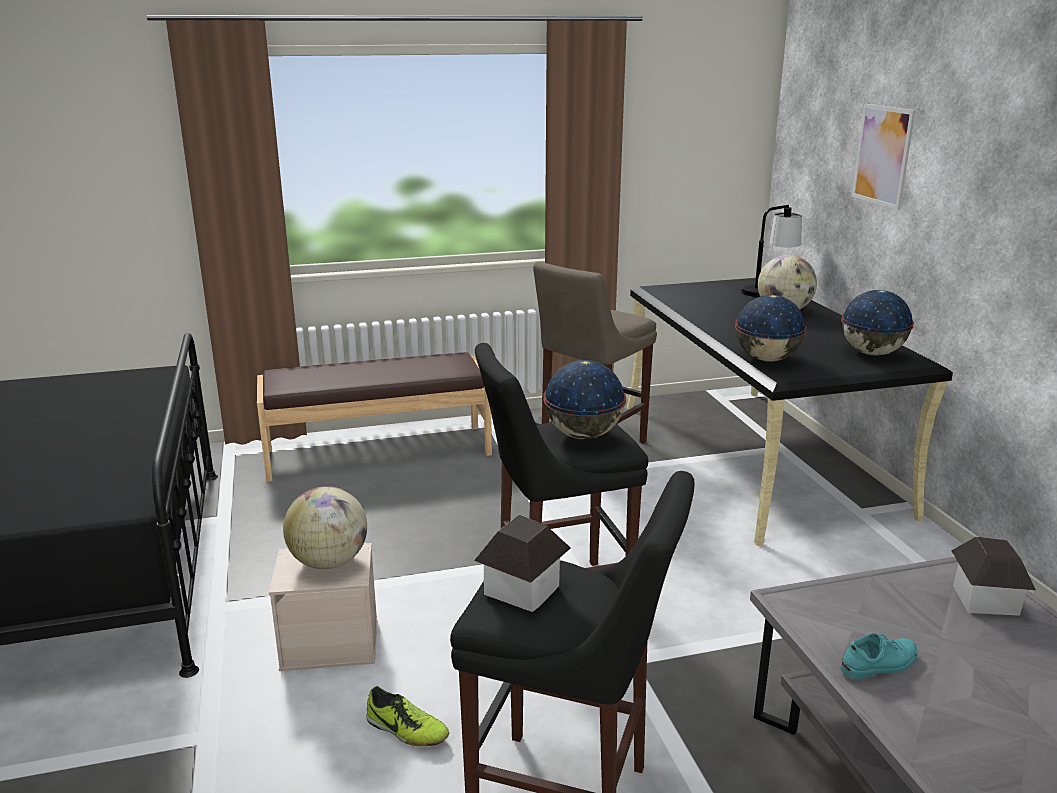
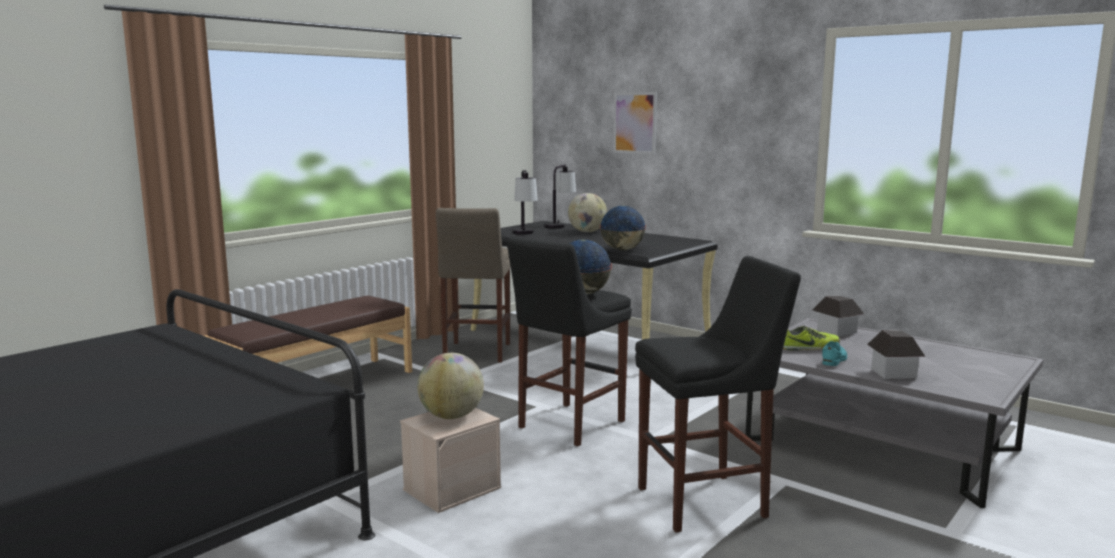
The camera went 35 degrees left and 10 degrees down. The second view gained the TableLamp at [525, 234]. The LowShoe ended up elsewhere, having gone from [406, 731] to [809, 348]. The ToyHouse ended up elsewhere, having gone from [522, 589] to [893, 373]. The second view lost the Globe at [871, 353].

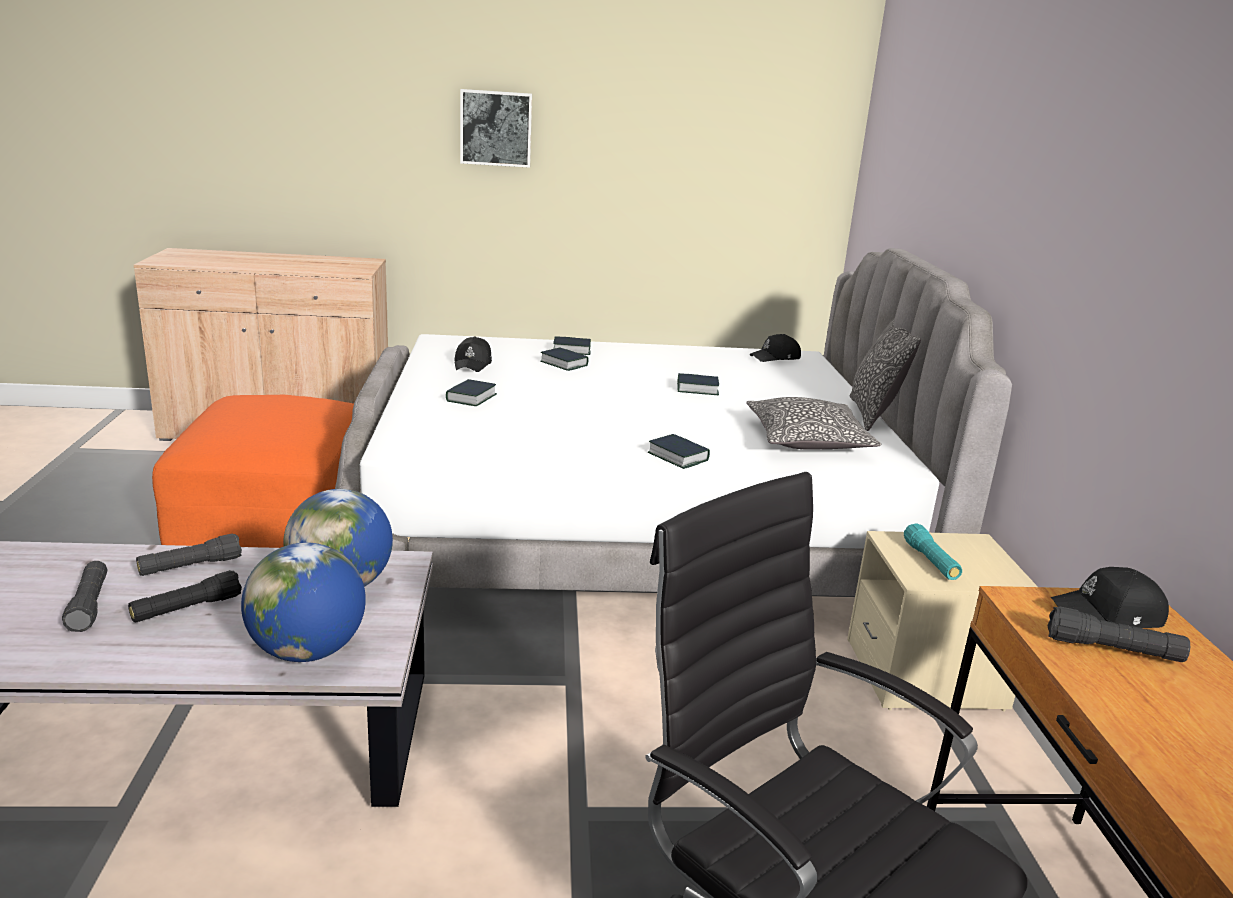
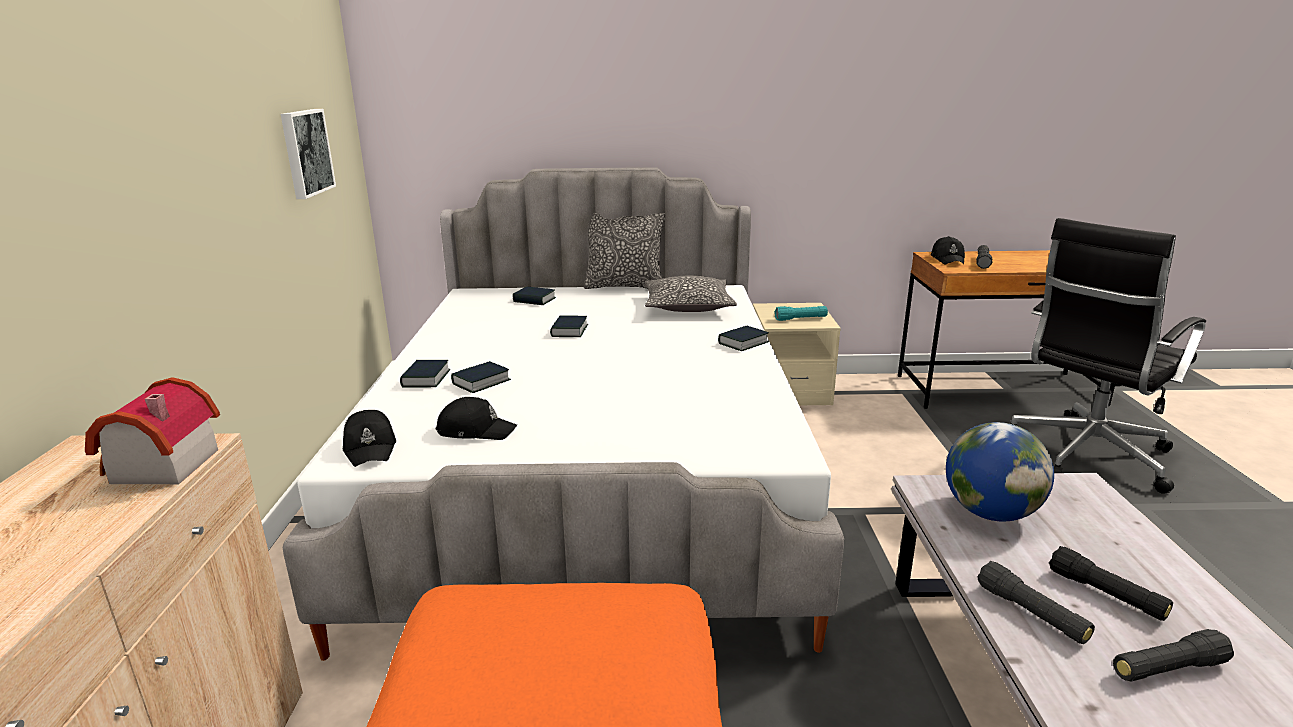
The camera went 85 degrees left and 0 degrees up. The second view gained the ToyHouse at [158, 467]. The Picture ended up elsewhere, having gone from [496, 128] to [305, 152]. The BlackCap ended up elsewhere, having gone from [776, 358] to [371, 447]. The Volume ended up elsewhere, having gone from [471, 398] to [534, 300]. The second view lost the Globe at [308, 651].

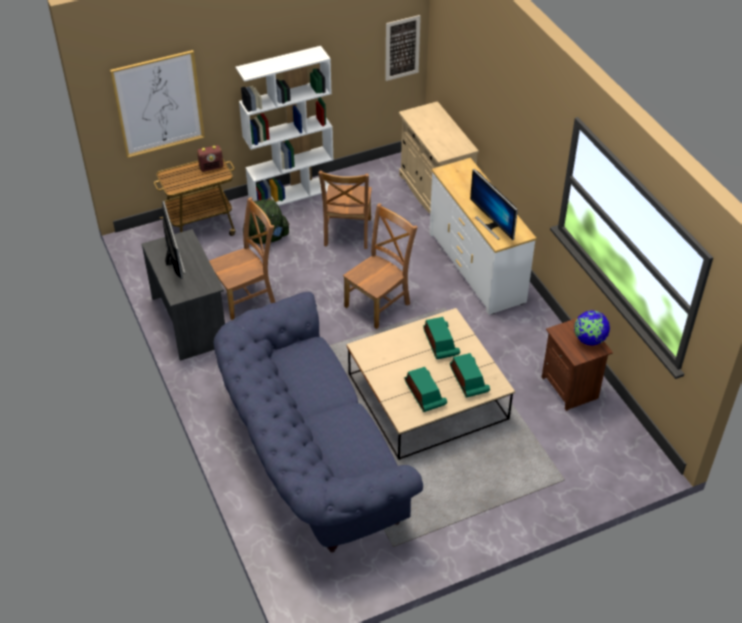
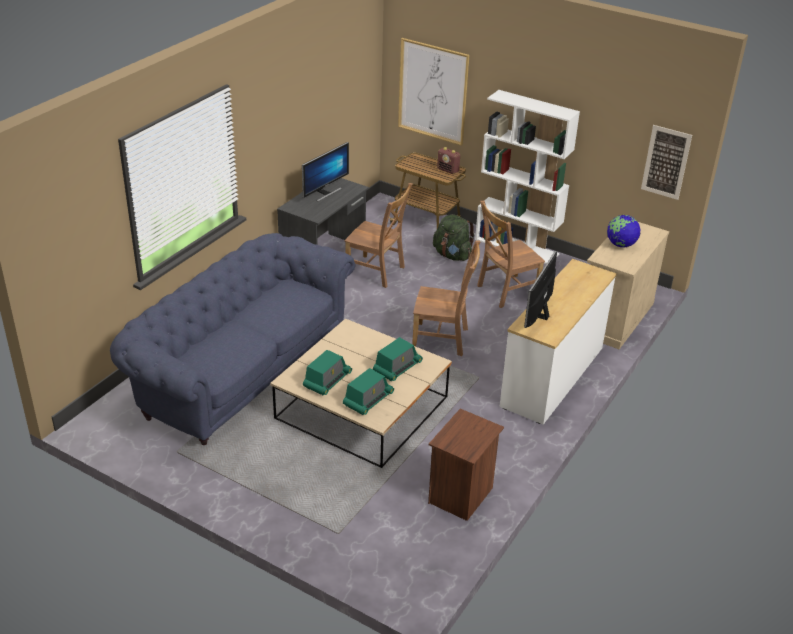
The camera went 55 degrees right and 10 degrees down. The Globe ended up elsewhere, having gone from [589, 340] to [620, 245].

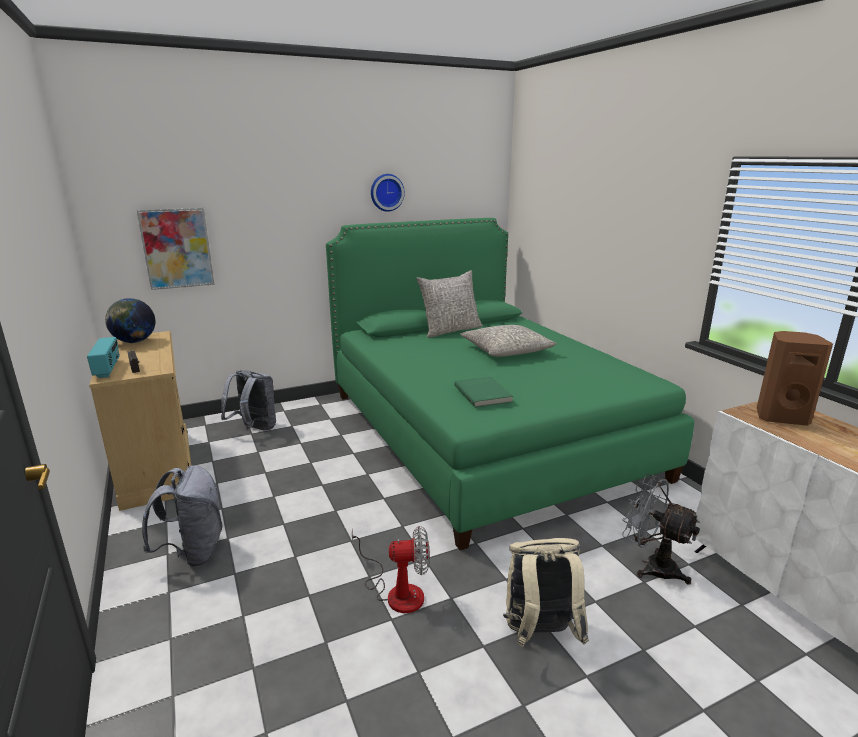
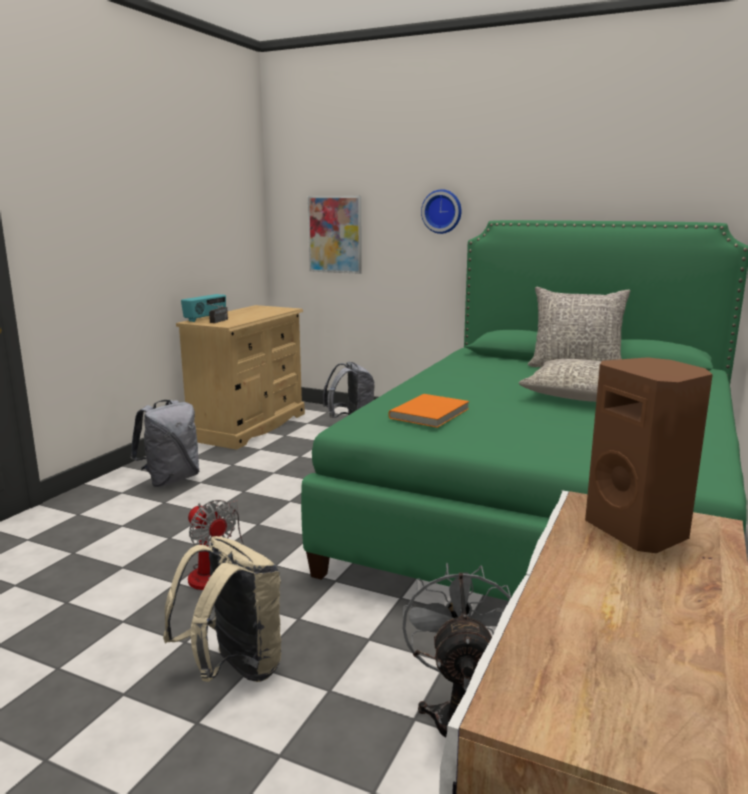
The camera went 50 degrees right and 5 degrees down. What was the GreenColouredVolume at [484, 394] turned into the OrangeVolume at [431, 414]. The HangingClock ended up elsewhere, having gone from [386, 192] to [442, 211]. The second view lost the Globe at [134, 342].

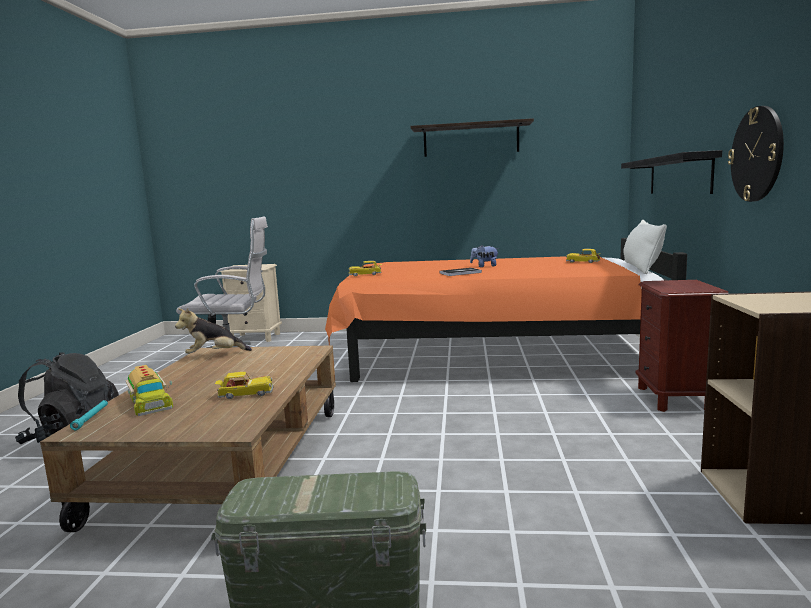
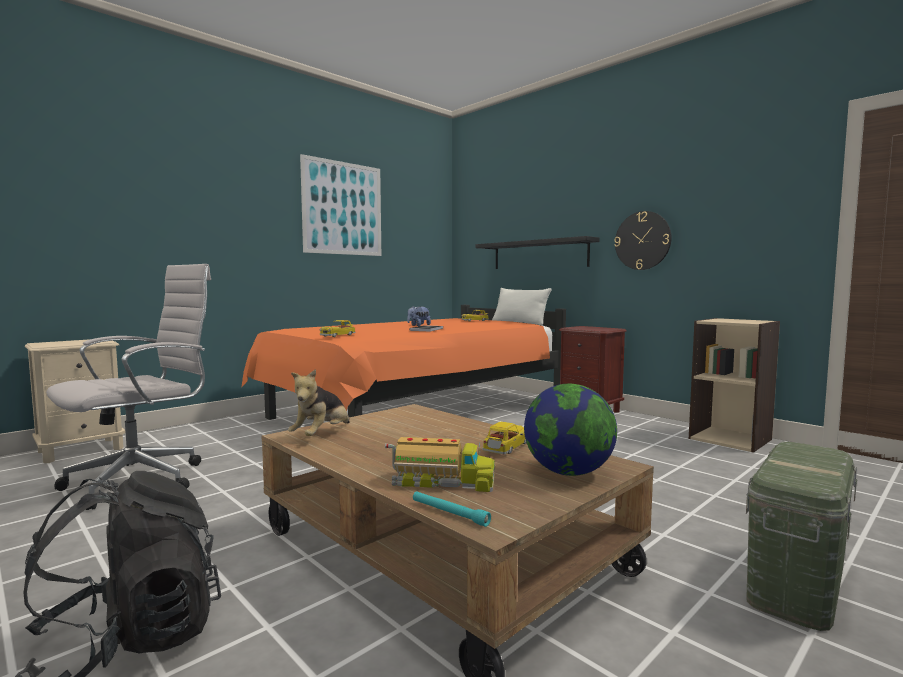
The camera went 50 degrees left and 5 degrees down. Where the Shelf hung at [471, 140], the Picture came to hang at [343, 208]. The second view gained the Globe at [568, 472].

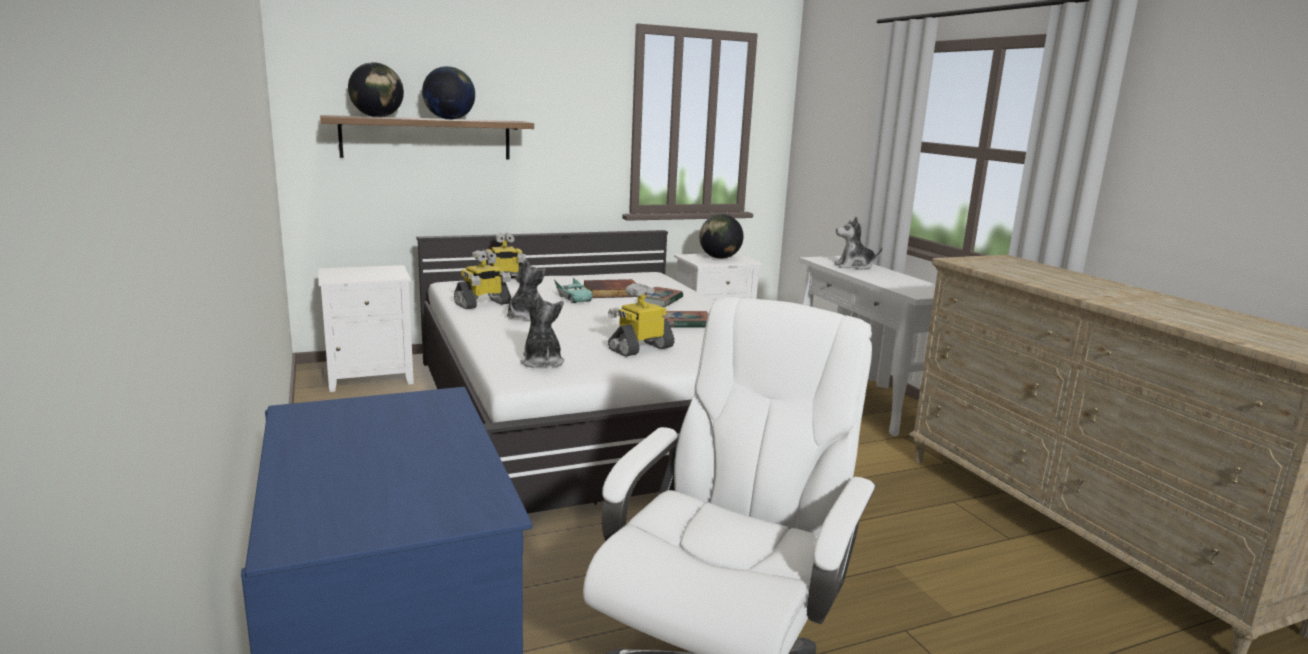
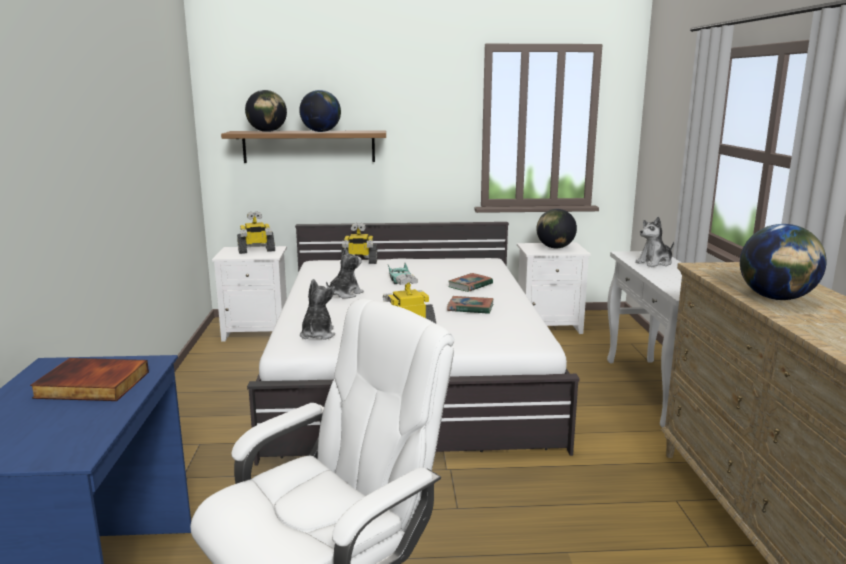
The camera went 20 degrees right and 0 degrees up. The Volume ended up elsewhere, having gone from [612, 292] to [91, 385]. The RobotFigure ended up elsewhere, having gone from [483, 304] to [256, 251]. The CuddlyToy at [854, 266] ended up facing another way, 45 degrees counterclockwise from before. The second view gained the Globe at [776, 298].

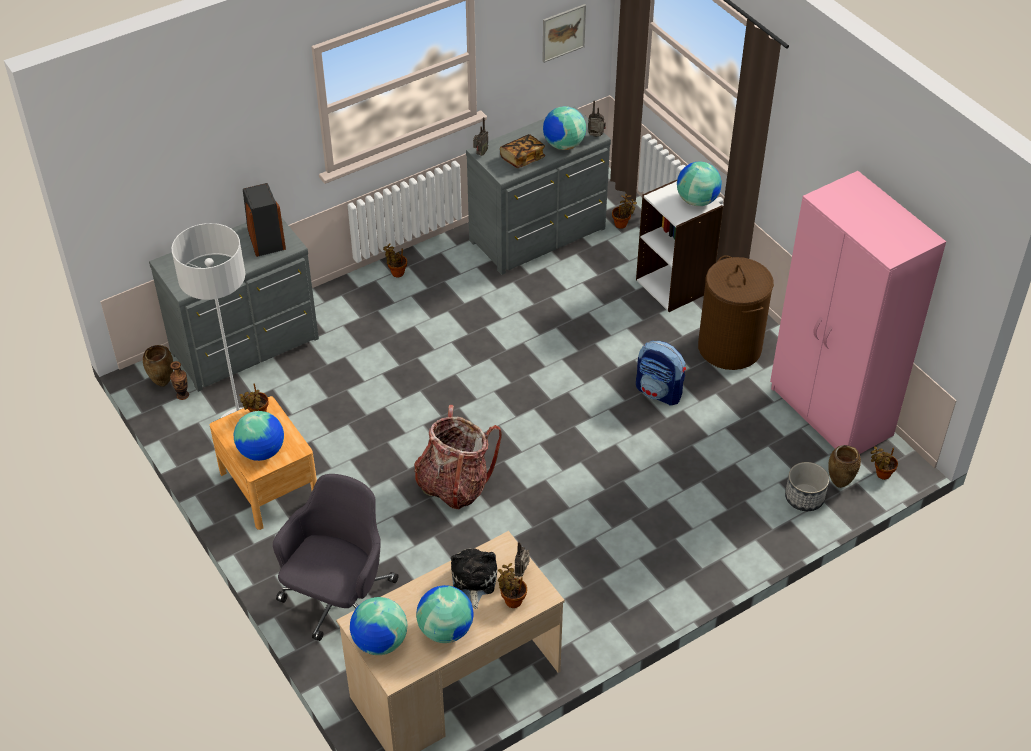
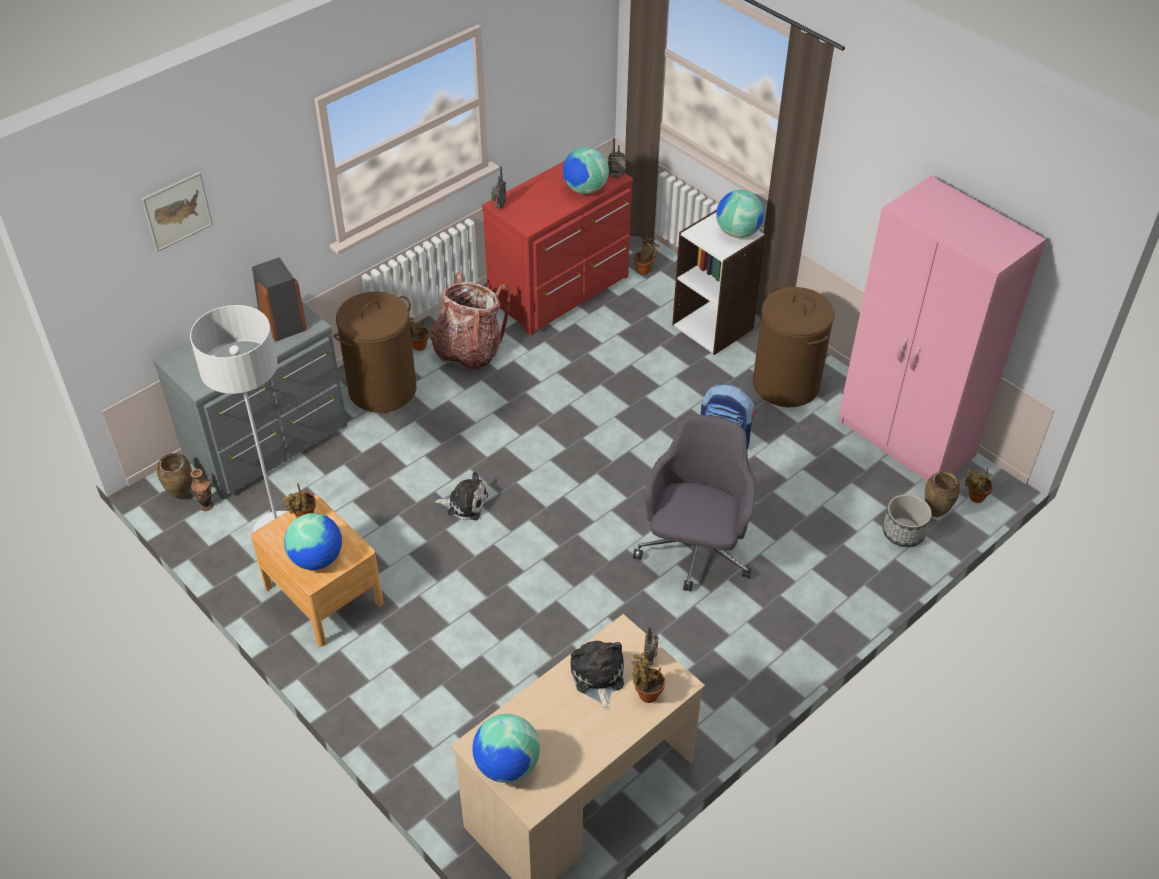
The camera went 10 degrees left and 0 degrees up. The Picture ended up elsewhere, having gone from [563, 32] to [177, 211]. The second view gained the BrownishWashingBasket at [382, 389]. The Backpack ended up elsewhere, having gone from [454, 484] to [469, 350]. The second view gained the CuddlyToy at [464, 503]. What was the GreyishDrawerChest at [540, 236] turned into the RedColouredDrawerChest at [562, 291]. The GreyishOfficeChair ended up elsewhere, having gone from [339, 601] to [695, 551]. The second view lost the Globe at [445, 629]. The second view lost the Volume at [522, 158].

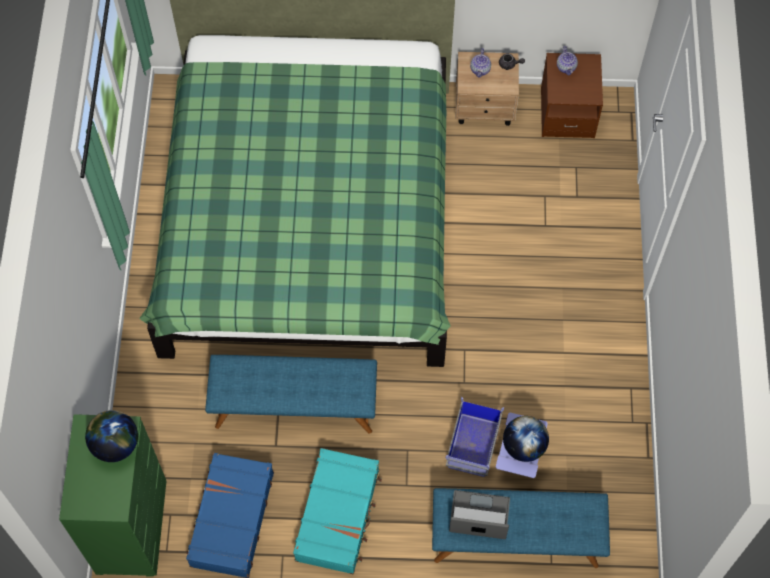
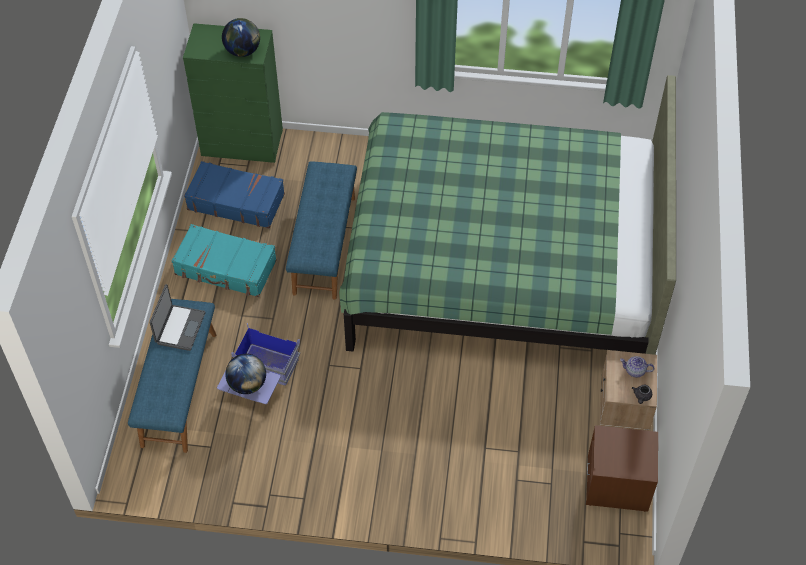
The camera went 95 degrees right and 10 degrees down. The second view lost the Teapot at [566, 67].

